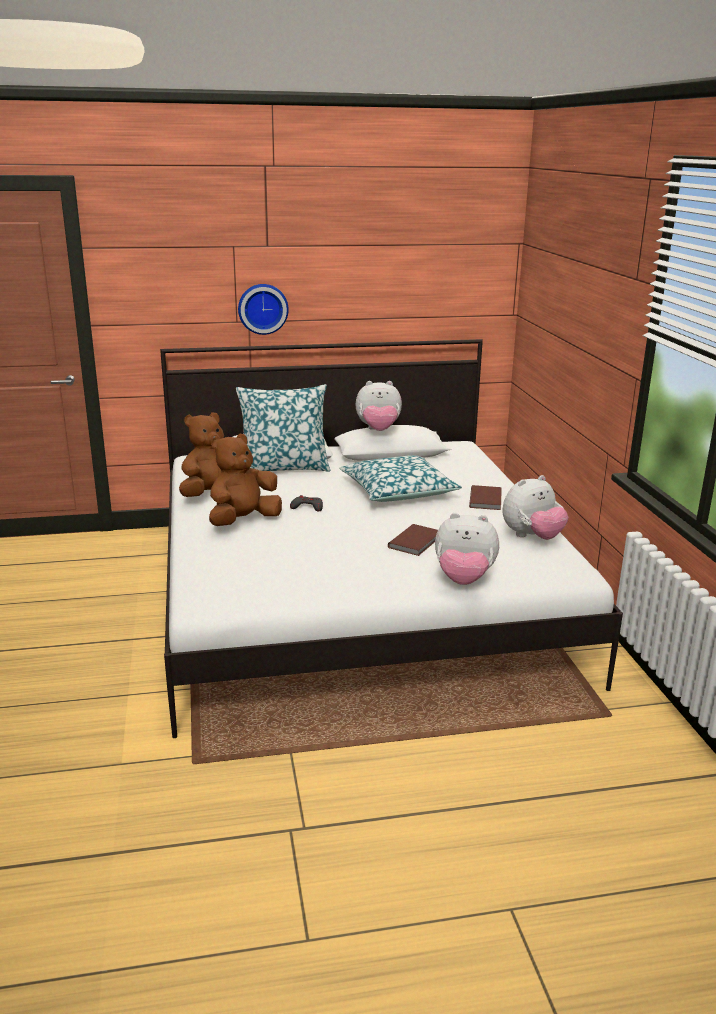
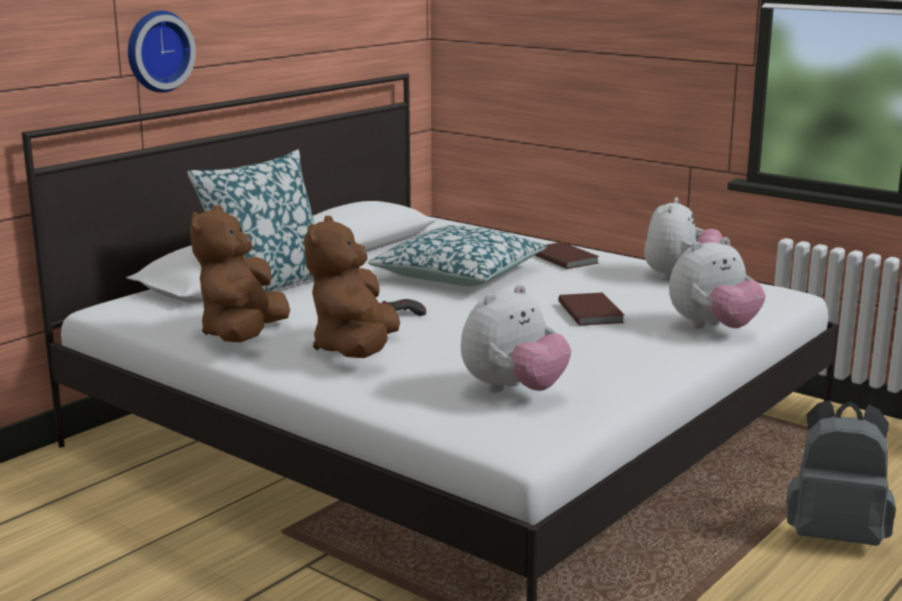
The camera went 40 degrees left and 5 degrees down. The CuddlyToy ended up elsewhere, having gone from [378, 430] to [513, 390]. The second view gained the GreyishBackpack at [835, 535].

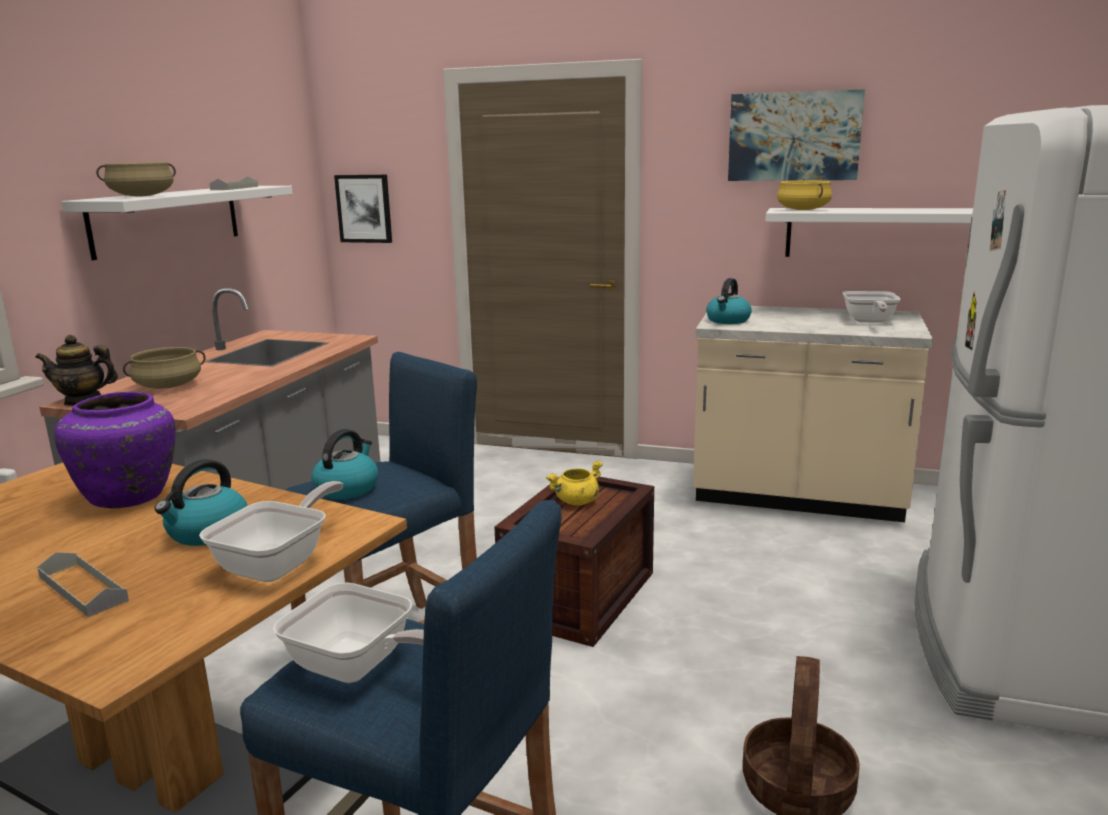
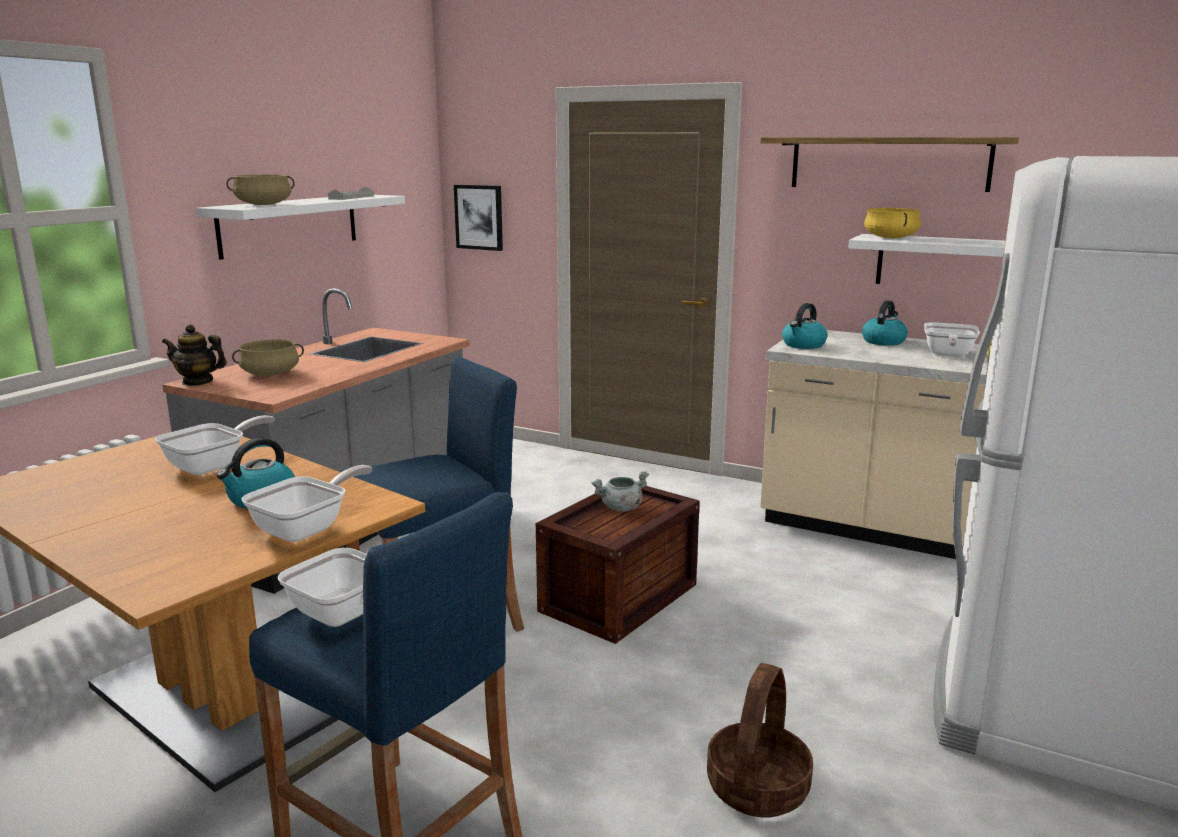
The camera went 10 degrees right and 0 degrees up. Where the PurpleColouredFlowerVase stood at [130, 497], the Skillet came to stand at [213, 465]. What was the YellowCookingPot at [576, 502] turned into the GreyishCookingPot at [621, 508]. Where the Picture hung at [794, 136], the Shelf came to hang at [888, 163]. The TeaKettle ended up elsewhere, having gone from [347, 488] to [883, 341]. The second view lost the GreyishTray at [83, 588].

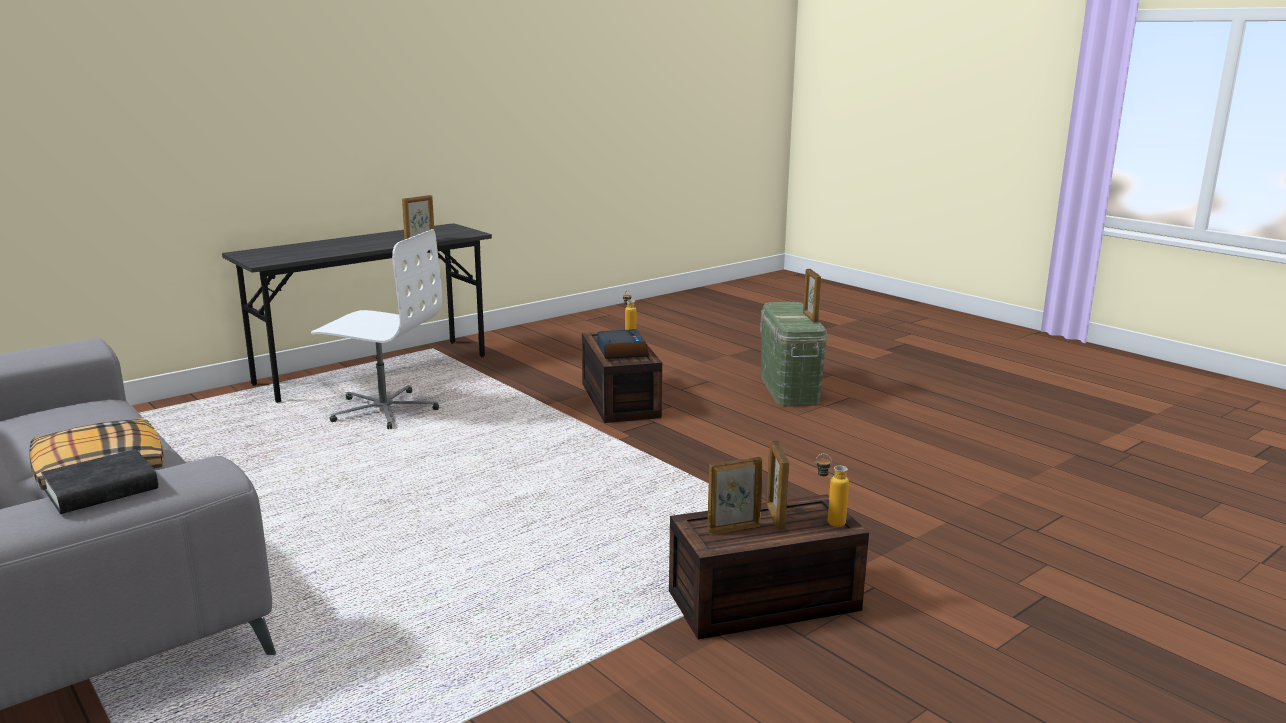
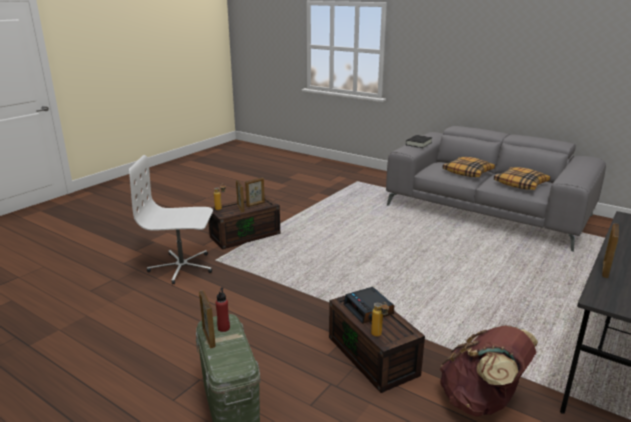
The camera went 165 degrees right and 5 degrees up. The WhiteColouredOfficeChair ended up elsewhere, having gone from [384, 410] to [182, 267]. The second view gained the RedColouredBeverageBottle at [223, 328]. The second view gained the BrownishBackpack at [481, 401]. The second view gained the Cushion at [521, 184].

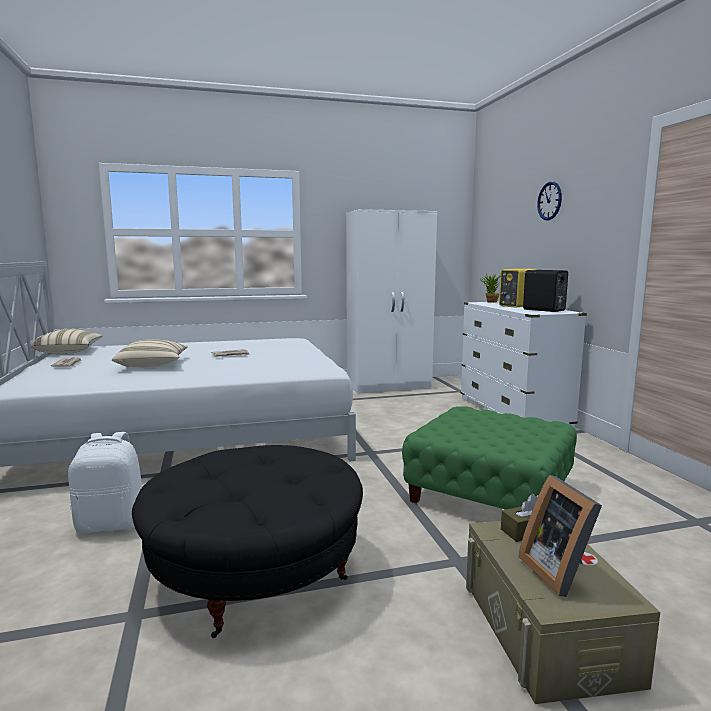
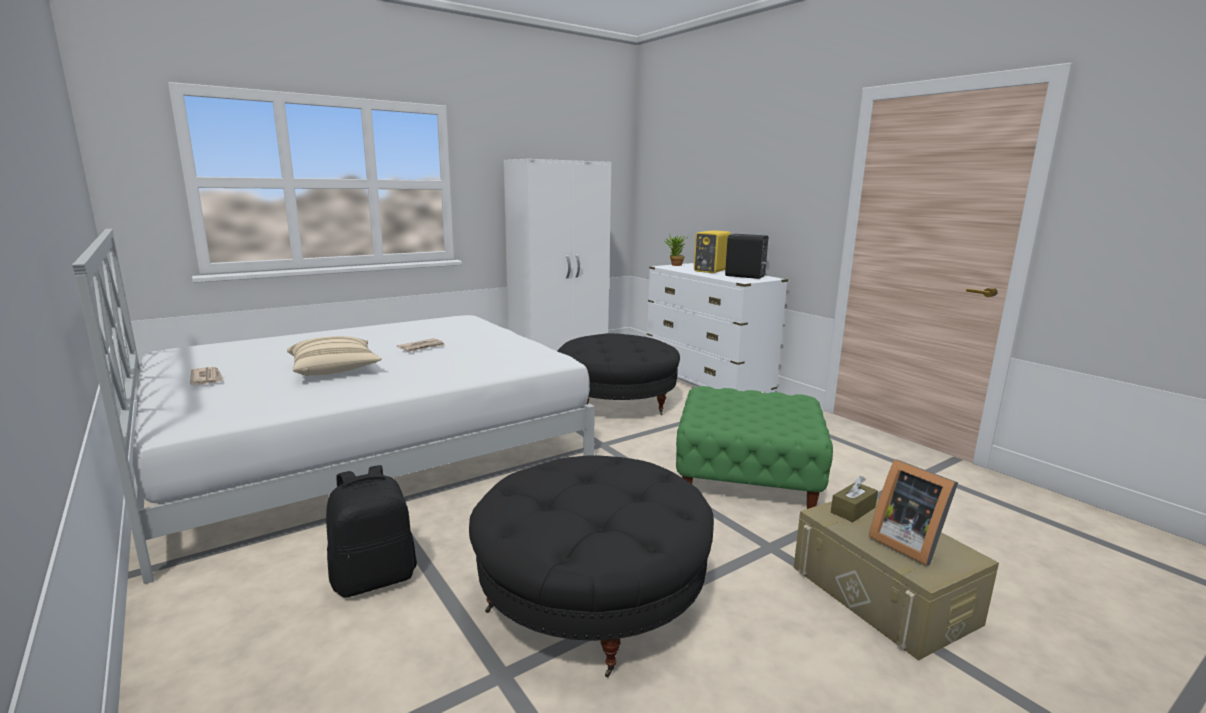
The camera went 20 degrees left and 5 degrees up. What was the WhiteColouredBackpack at [112, 524] turned into the BlackBackpack at [374, 578]. The second view gained the BlackOttoman at [616, 402]. The second view lost the BeigeCushion at [68, 351]. The second view lost the HangingClock at [549, 201].

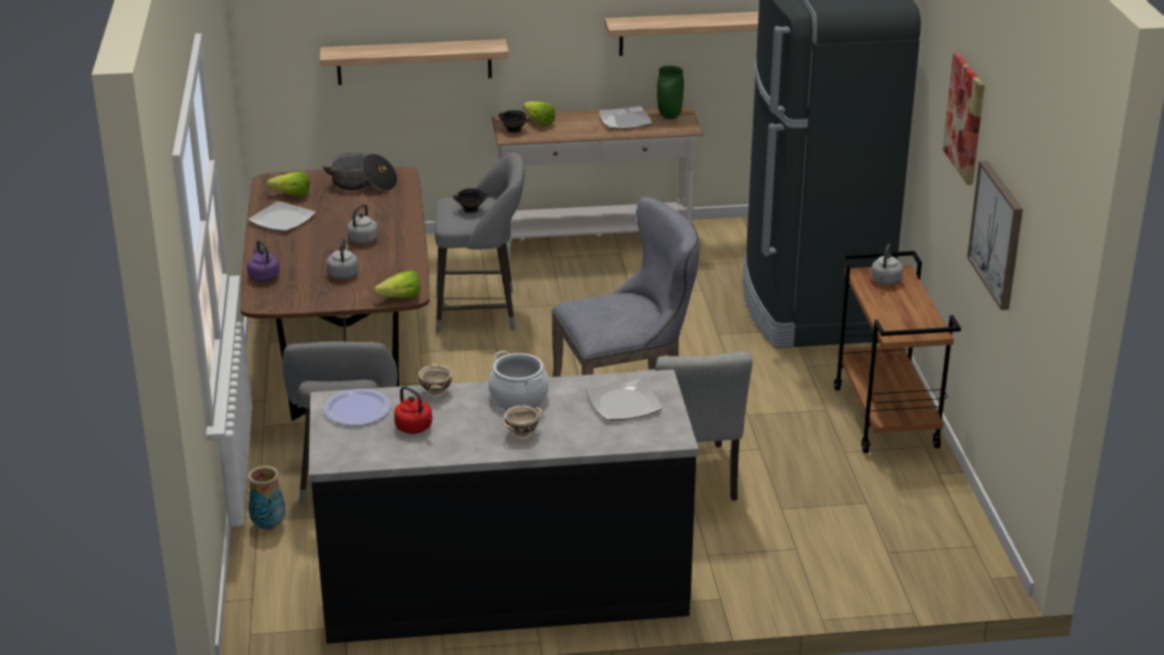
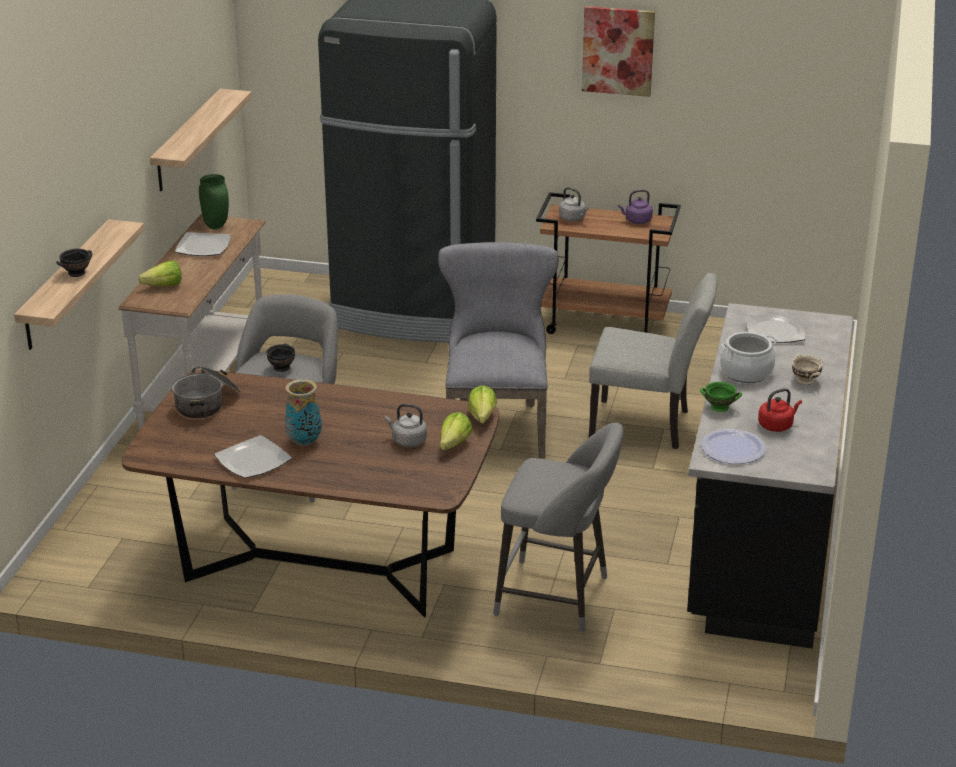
The camera went 70 degrees left and 0 degrees up. The BlackBowl ended up elsewhere, having gone from [513, 130] to [75, 273]. The FlowerVase ended up elsewhere, having gone from [269, 526] to [304, 442]. The HeadOfLettuce ended up elsewhere, having gone from [288, 195] to [451, 447]. The PurpleColouredTeaKettle ended up elsewhere, having gone from [263, 276] to [636, 221]. What was the BeigeBowl at [435, 393] turned into the GreenColouredBowl at [720, 408]. The second view lost the GreyishTeaKettle at [361, 241]. The second view lost the Picture at [997, 234].

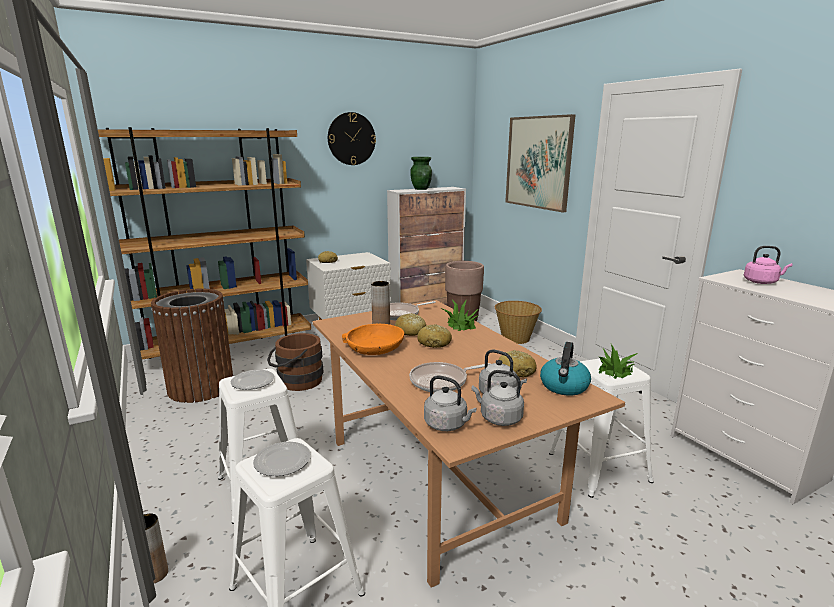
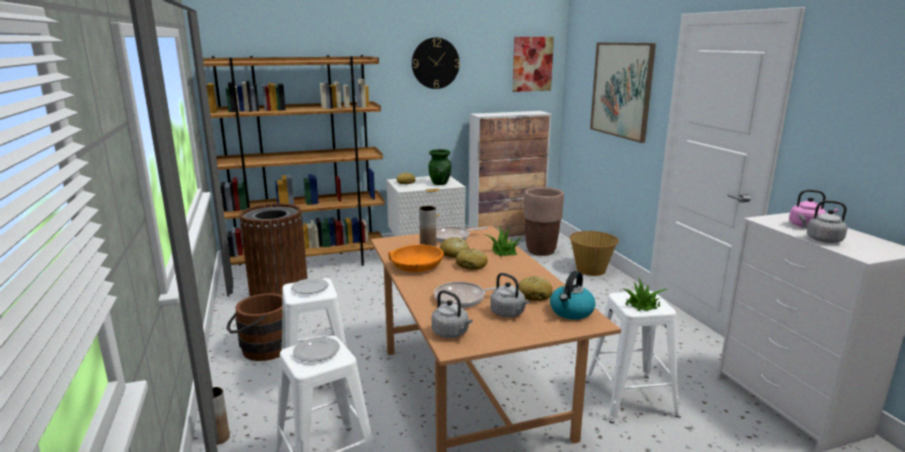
The camera went 10 degrees right and 0 degrees up. The BrownishBucket ended up elsewhere, having gone from [296, 382] to [261, 349]. The GreenColouredFlowerVase ended up elsewhere, having gone from [421, 189] to [440, 183]. The second view gained the Picture at [532, 64]. The GreyishTeaKettle ended up elsewhere, having gone from [498, 418] to [821, 239].

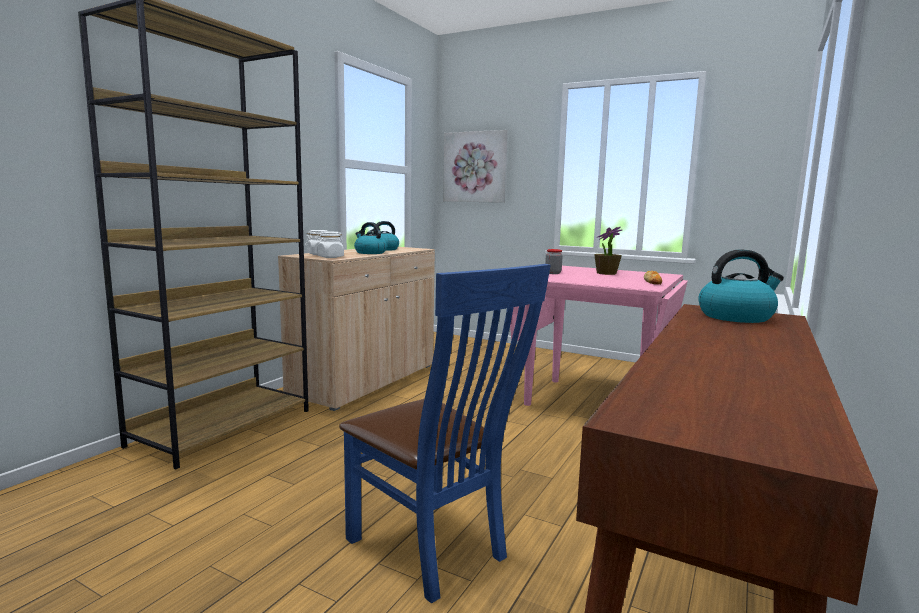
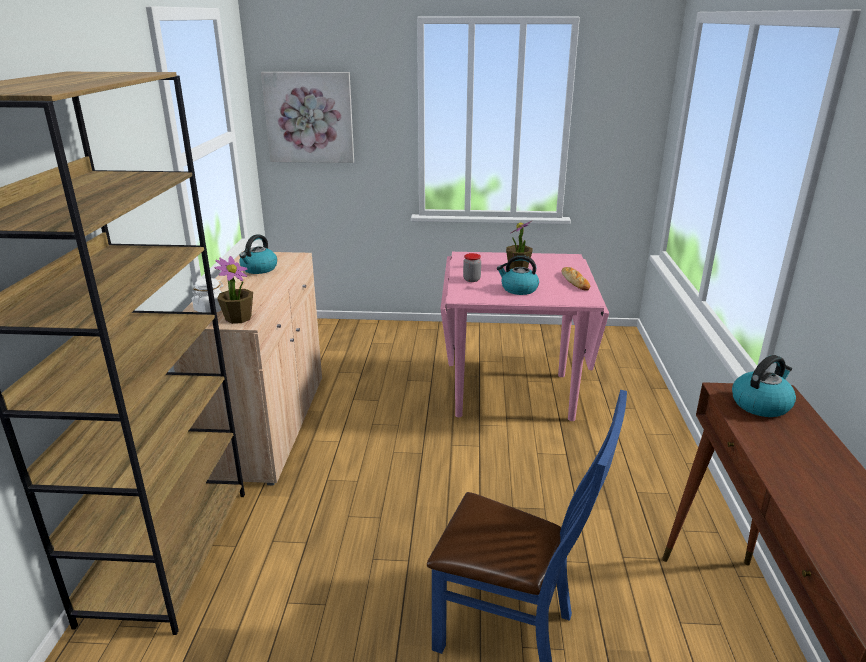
The camera went 25 degrees left and 15 degrees up. Where the WhiteColouredStorageJar stood at [330, 257], the PottedPlant came to stand at [238, 318]. The TeaKettle ended up elsewhere, having gone from [370, 253] to [518, 289].

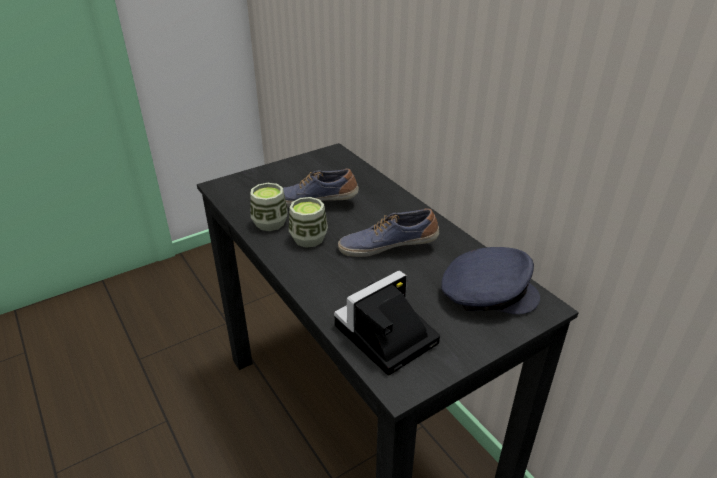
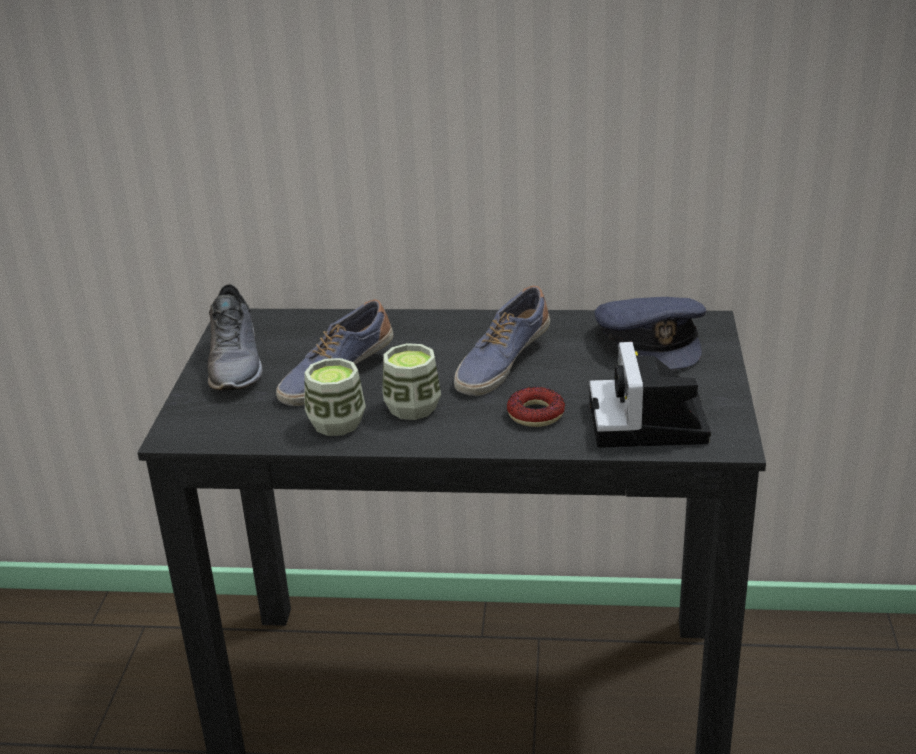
The camera went 50 degrees left and 5 degrees down. The second view gained the GreyishLowShoe at [237, 363]. The second view gained the Doughnut at [536, 414]. The GreyishCap at [486, 292] ended up facing another way, 120 degrees clockwise from before.

